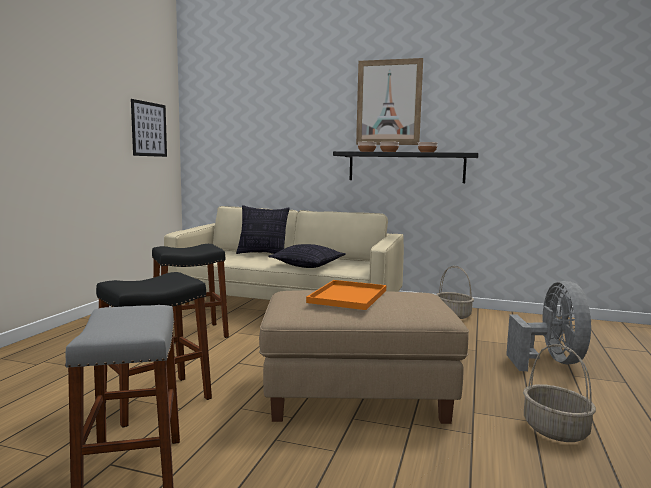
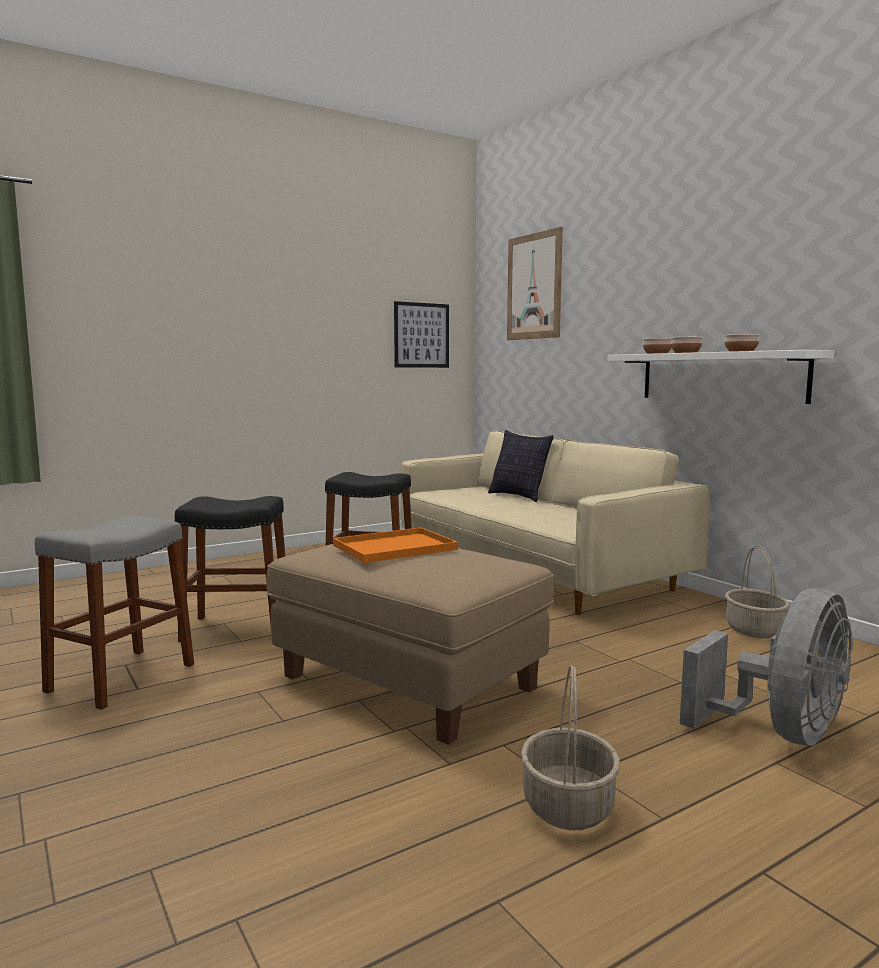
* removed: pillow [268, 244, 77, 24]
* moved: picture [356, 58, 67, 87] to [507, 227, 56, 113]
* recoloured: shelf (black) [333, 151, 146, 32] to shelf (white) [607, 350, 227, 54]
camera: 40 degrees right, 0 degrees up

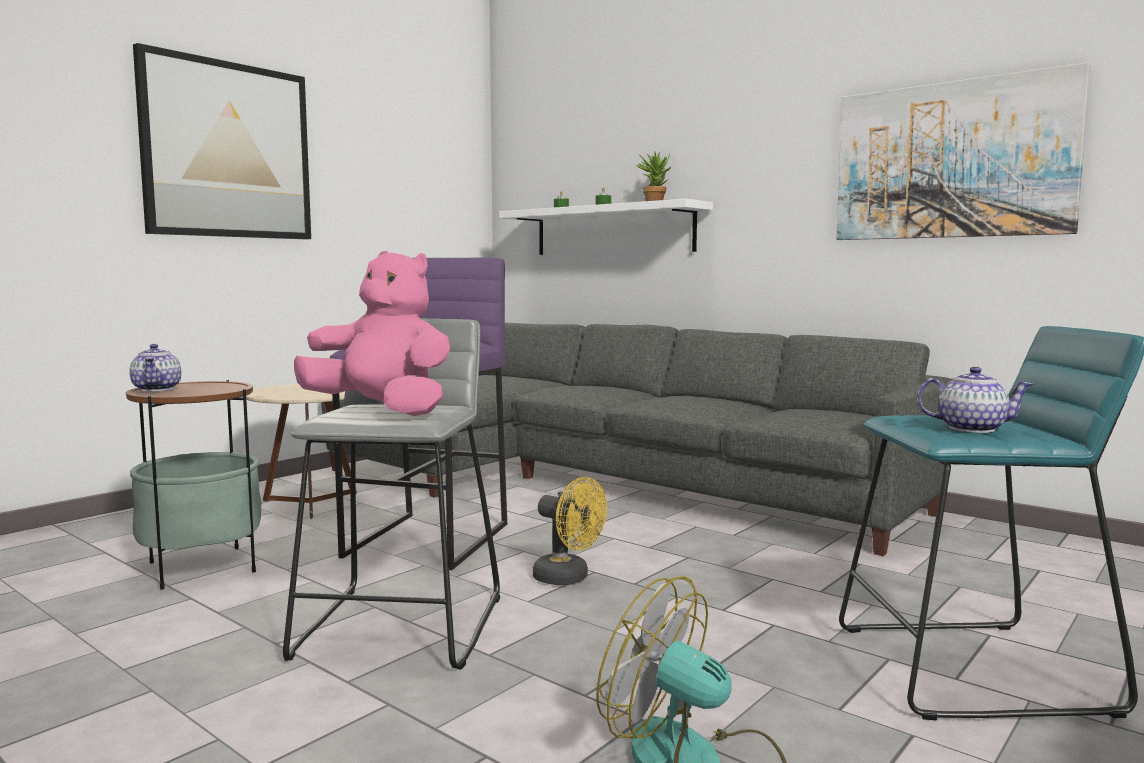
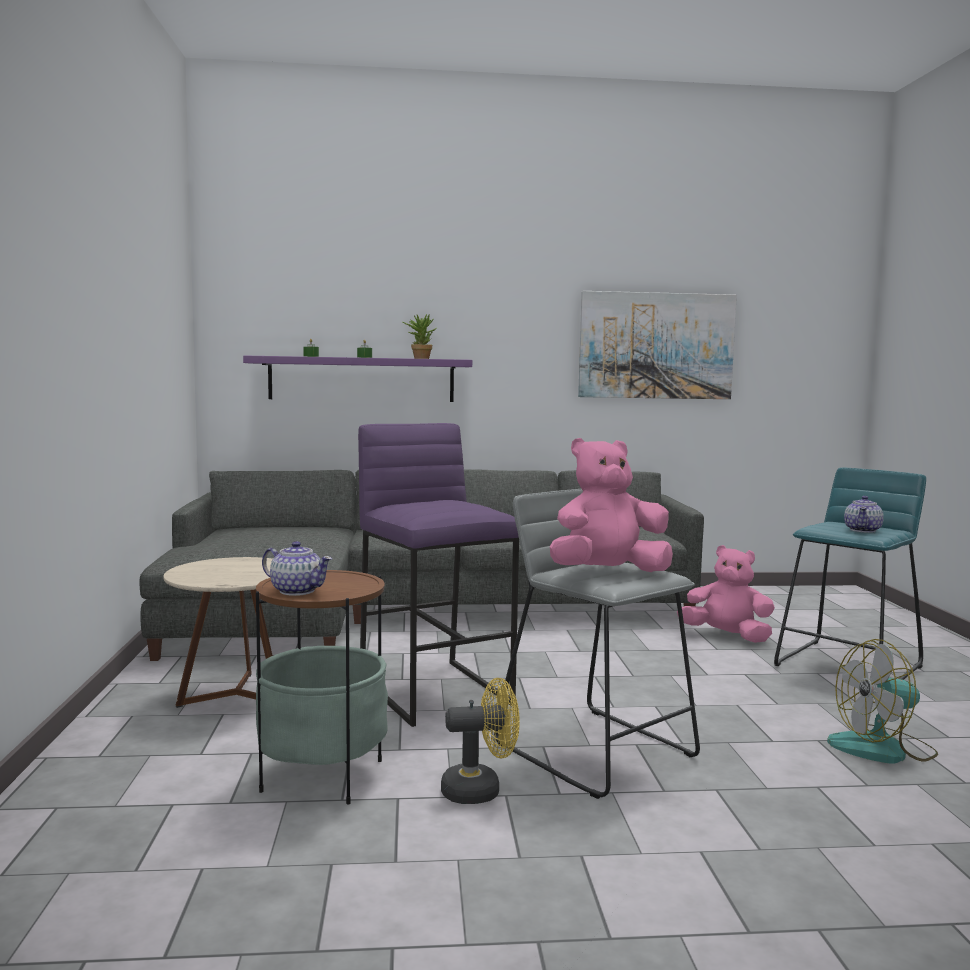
* removed: picture [133, 43, 178, 196]
* added: plush toy (pink) [677, 545, 98, 98]
* moved: fan (yellow) [533, 477, 74, 108] to [441, 678, 79, 126]
* recoloured: shelf (white) [499, 199, 214, 56] to shelf (purple) [243, 355, 229, 47]
* turned: teapot [917, 367, 117, 66] = [844, 496, 40, 37] 150 degrees clockwise
camera: 45 degrees left, 0 degrees up

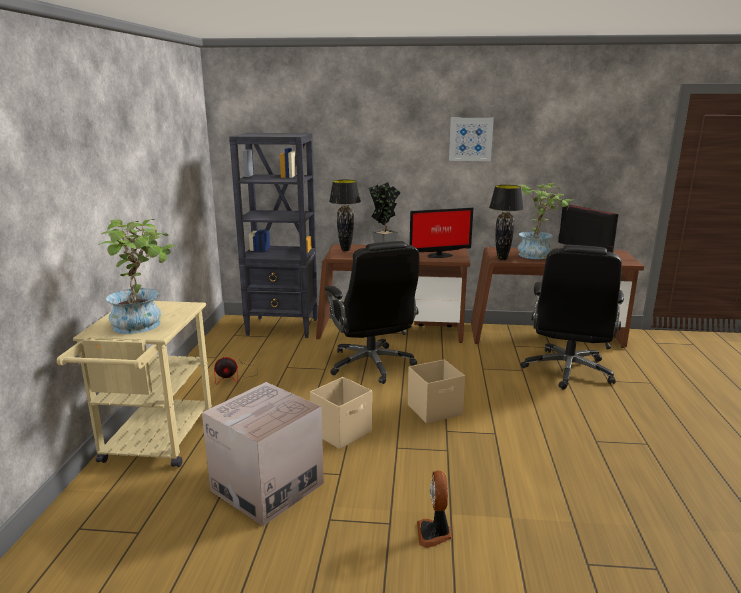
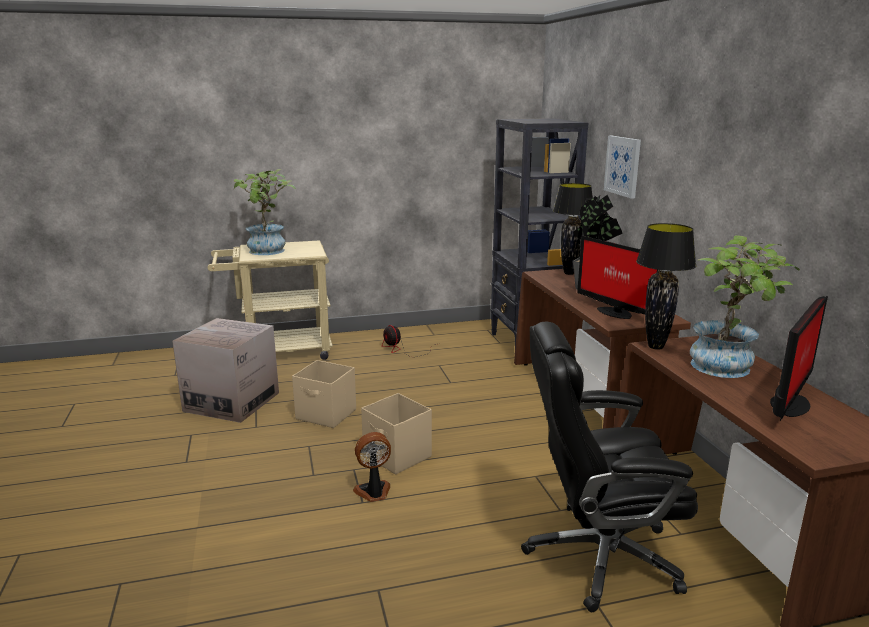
* removed: office chair (black) [325, 241, 94, 143]
* moved: fan [417, 470, 35, 78] to [353, 432, 38, 70]
* moved: picture [449, 118, 45, 43] to [604, 136, 37, 63]
camera: 70 degrees right, 0 degrees up

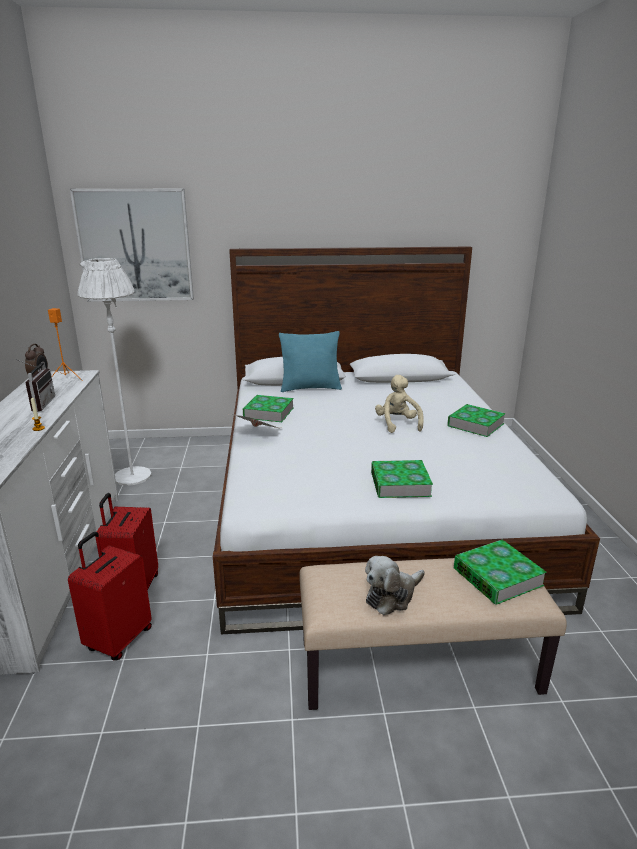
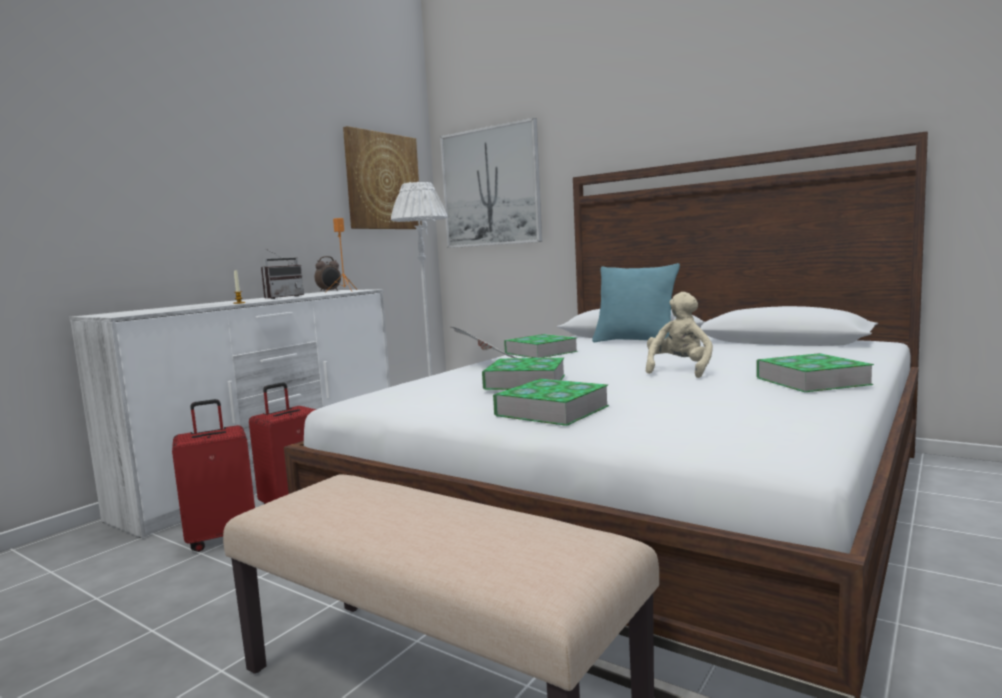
* removed: plush toy [365, 556, 59, 59]
* added: picture [343, 126, 79, 103]
* moved: book [454, 540, 93, 65] to [482, 357, 83, 33]
camera: 40 degrees right, 15 degrees down

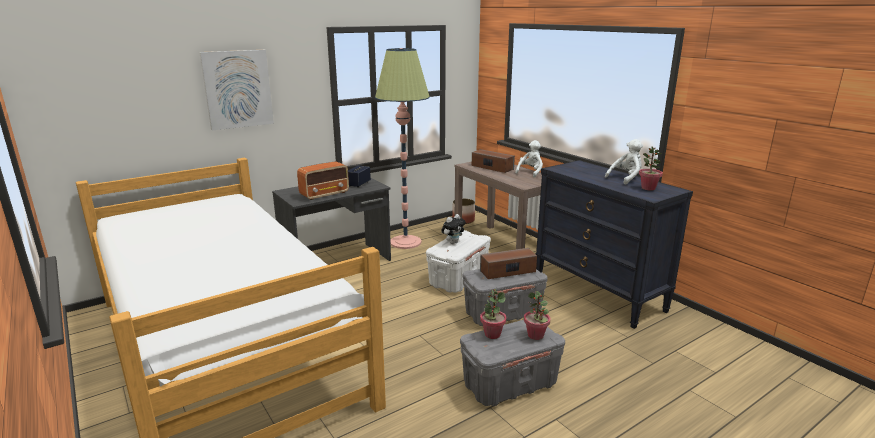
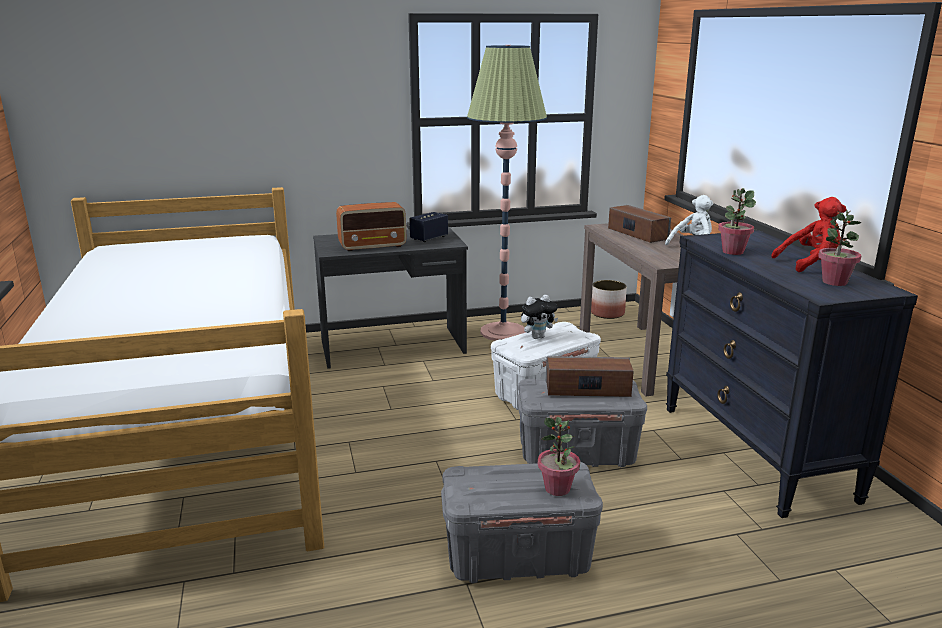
* removed: picture [199, 50, 75, 81]
* moved: potted plant [480, 289, 27, 50] to [718, 188, 38, 67]
* recoloured: plush toy (white) [605, 139, 38, 46] to plush toy (red) [771, 197, 75, 75]
camera: 20 degrees right, 0 degrees up

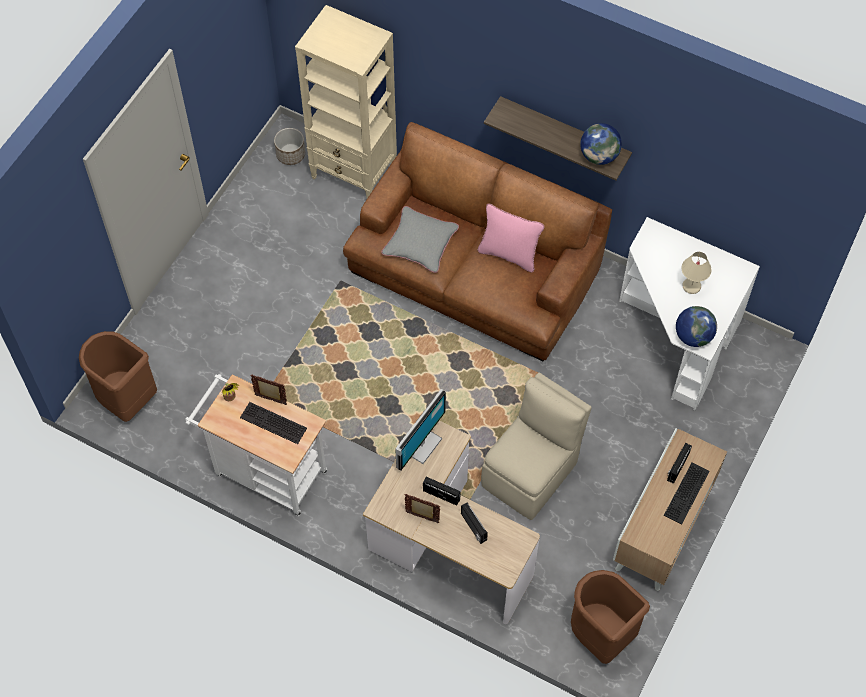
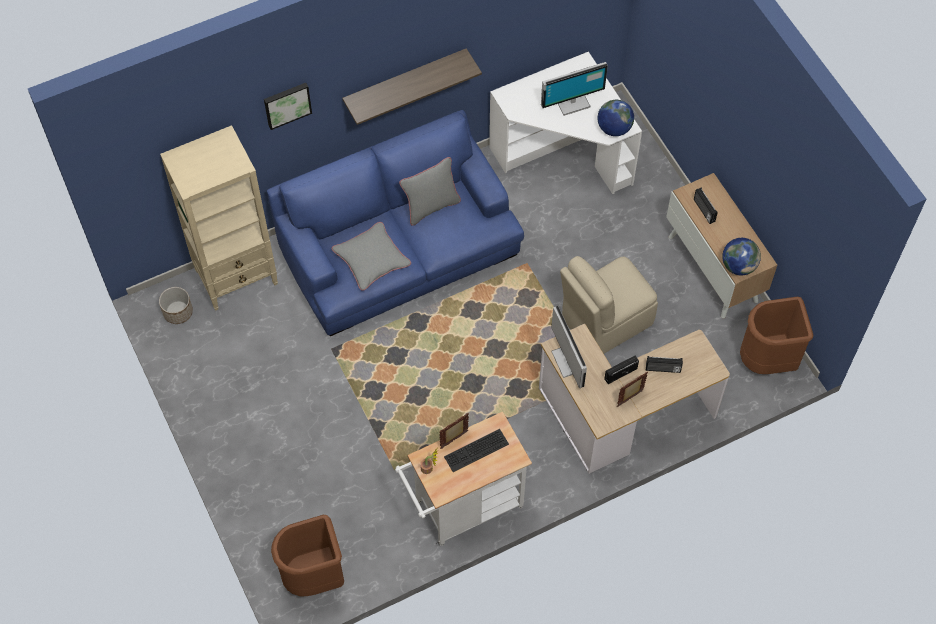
* removed: keyboard [664, 463, 46, 61]
* added: picture [264, 83, 48, 47]
* moved: globe [580, 123, 42, 42] to [722, 238, 39, 37]
* replaced: table lamp (beige) [682, 252, 30, 42] to monitor [541, 62, 67, 54]
* recoloured: sofa (brown) [343, 122, 269, 239] to sofa (blue) [267, 110, 257, 226]
* recoloured: pillow (pink) [477, 204, 67, 69] to pillow (grey) [399, 157, 62, 69]
* turned: chair (beige) [481, 372, 111, 148] = [560, 256, 98, 98] 105 degrees counterclockwise
camera: 55 degrees left, 0 degrees up

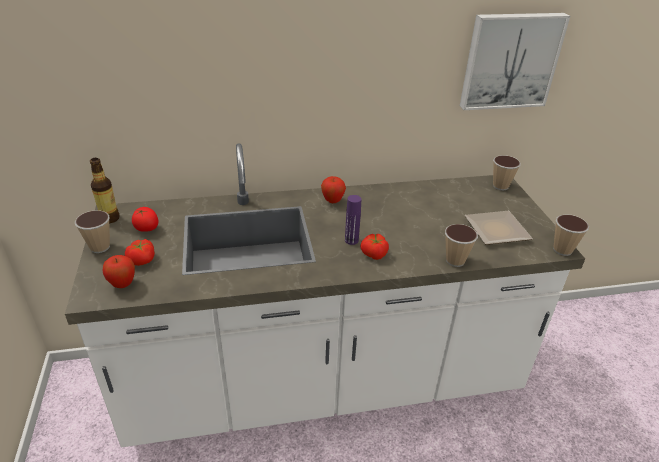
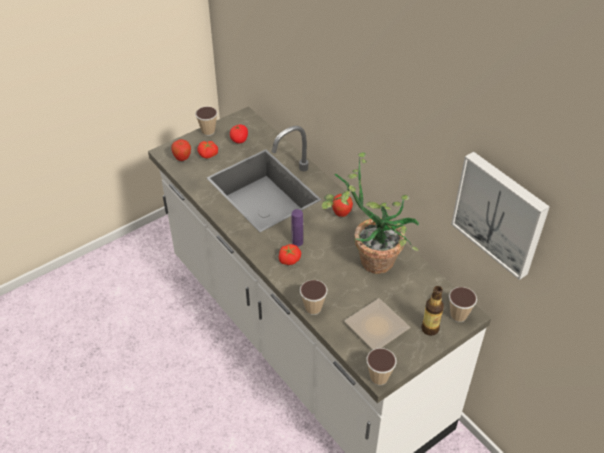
* added: potted plant [322, 152, 97, 122]
* moved: bottle [90, 158, 30, 66] to [421, 286, 23, 50]
camera: 65 degrees right, 10 degrees up

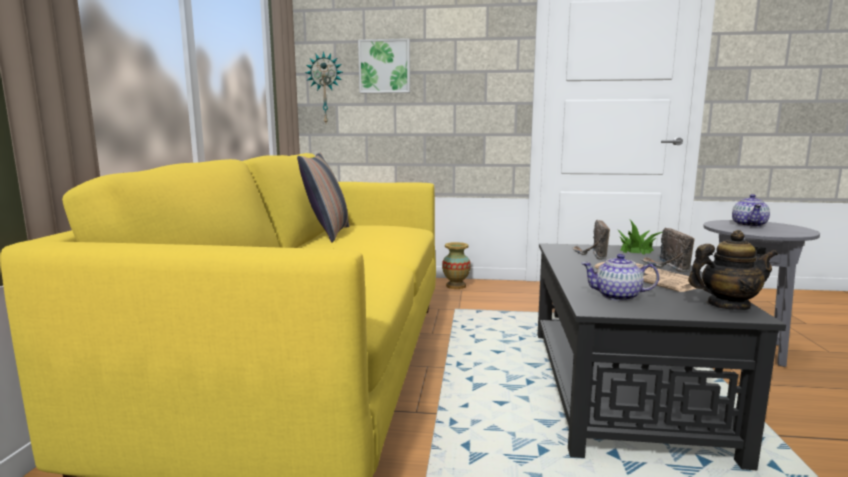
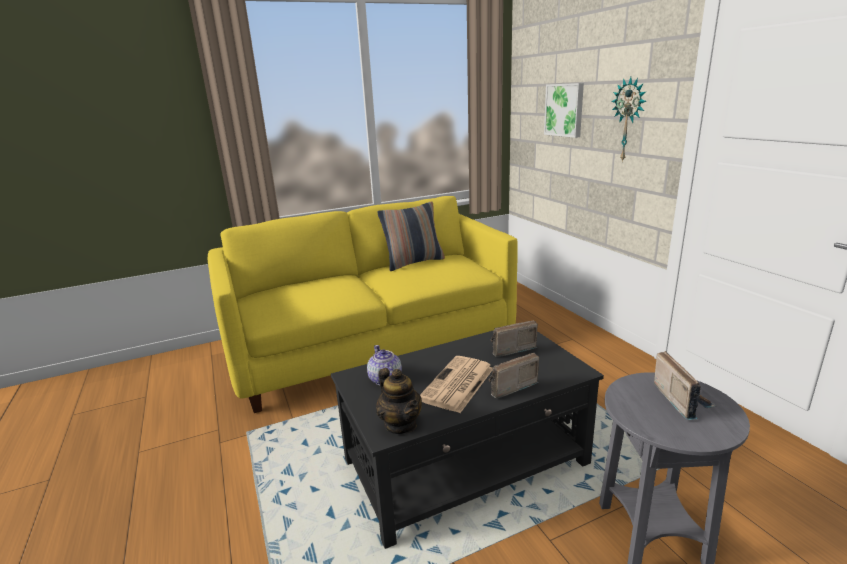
* removed: vase [442, 242, 29, 47]
* removed: potted plant [617, 220, 45, 34]
* moved: wall clock [305, 51, 38, 72] to [612, 77, 35, 85]
* replaced: teapot [732, 194, 38, 33] to radio [654, 351, 62, 69]
camera: 60 degrees right, 10 degrees up

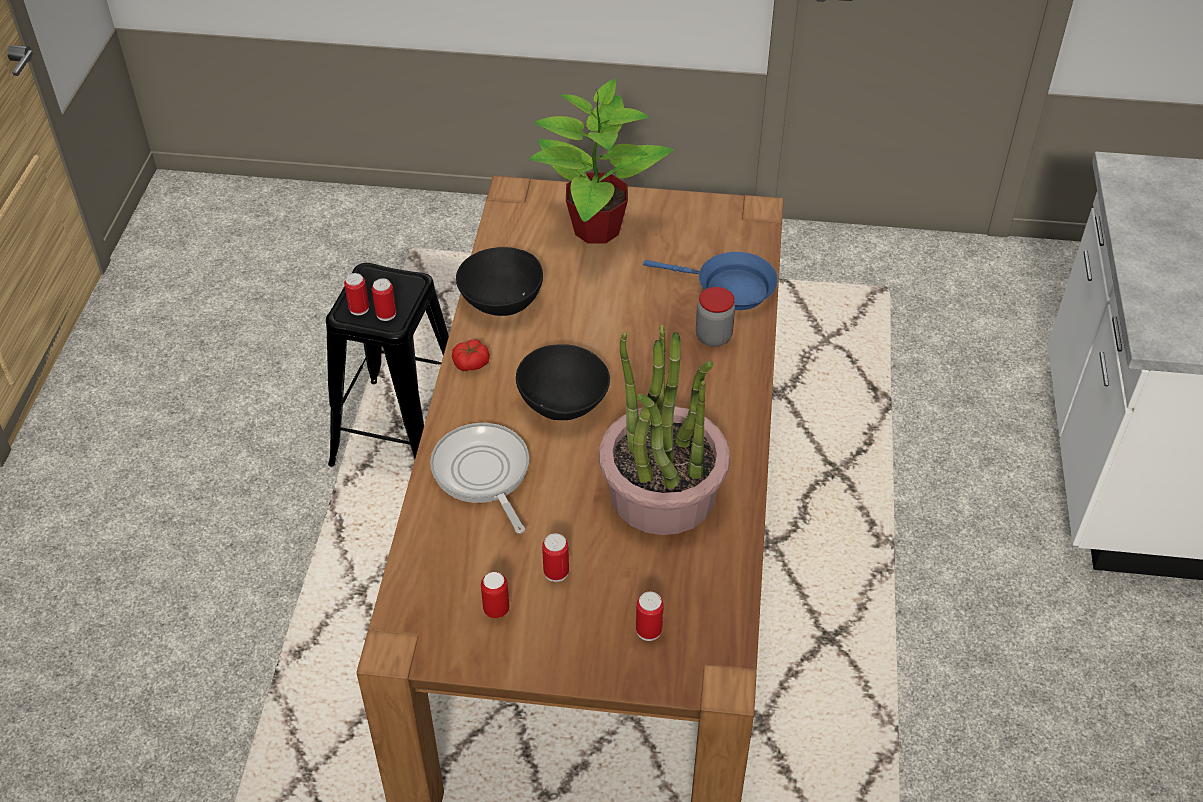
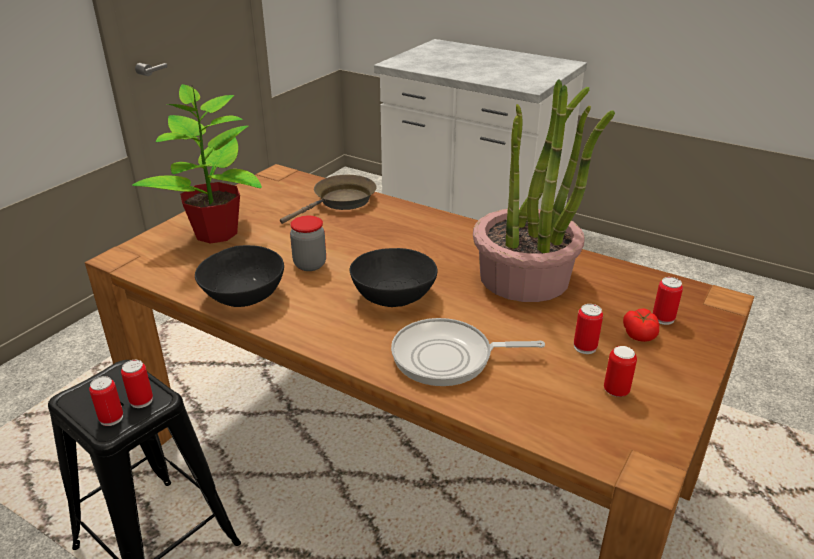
* moved: tomato [452, 339, 38, 32] to [623, 309, 36, 33]
* moved: jar [696, 287, 39, 60] to [290, 216, 36, 55]
* recoloured: frying pan (blue) [643, 252, 135, 58] to frying pan (brown) [280, 175, 97, 49]
camera: 65 degrees left, 15 degrees down

